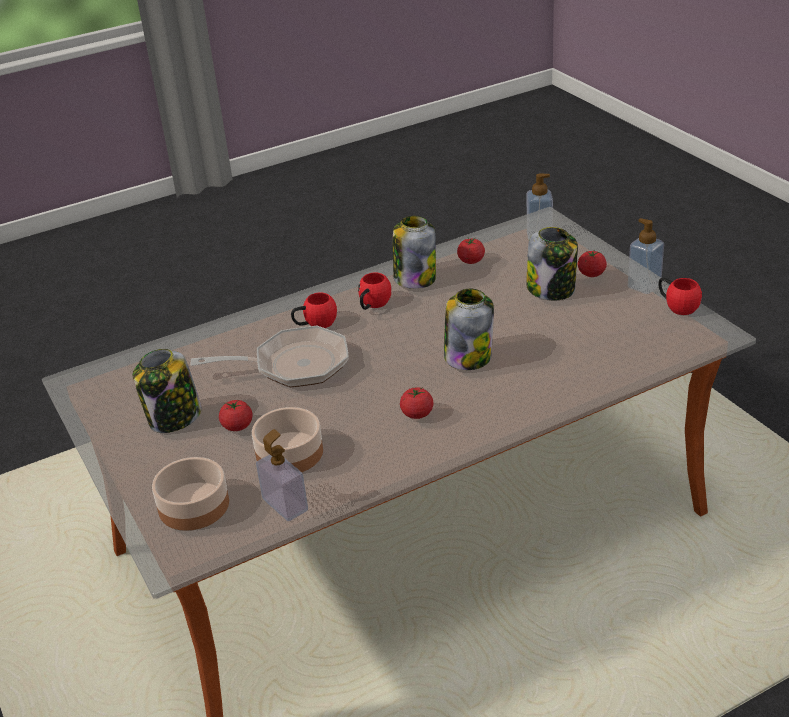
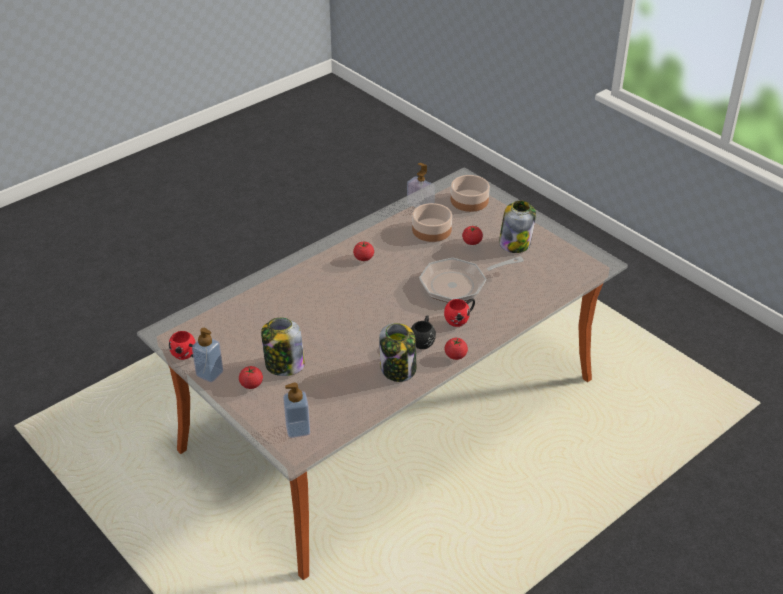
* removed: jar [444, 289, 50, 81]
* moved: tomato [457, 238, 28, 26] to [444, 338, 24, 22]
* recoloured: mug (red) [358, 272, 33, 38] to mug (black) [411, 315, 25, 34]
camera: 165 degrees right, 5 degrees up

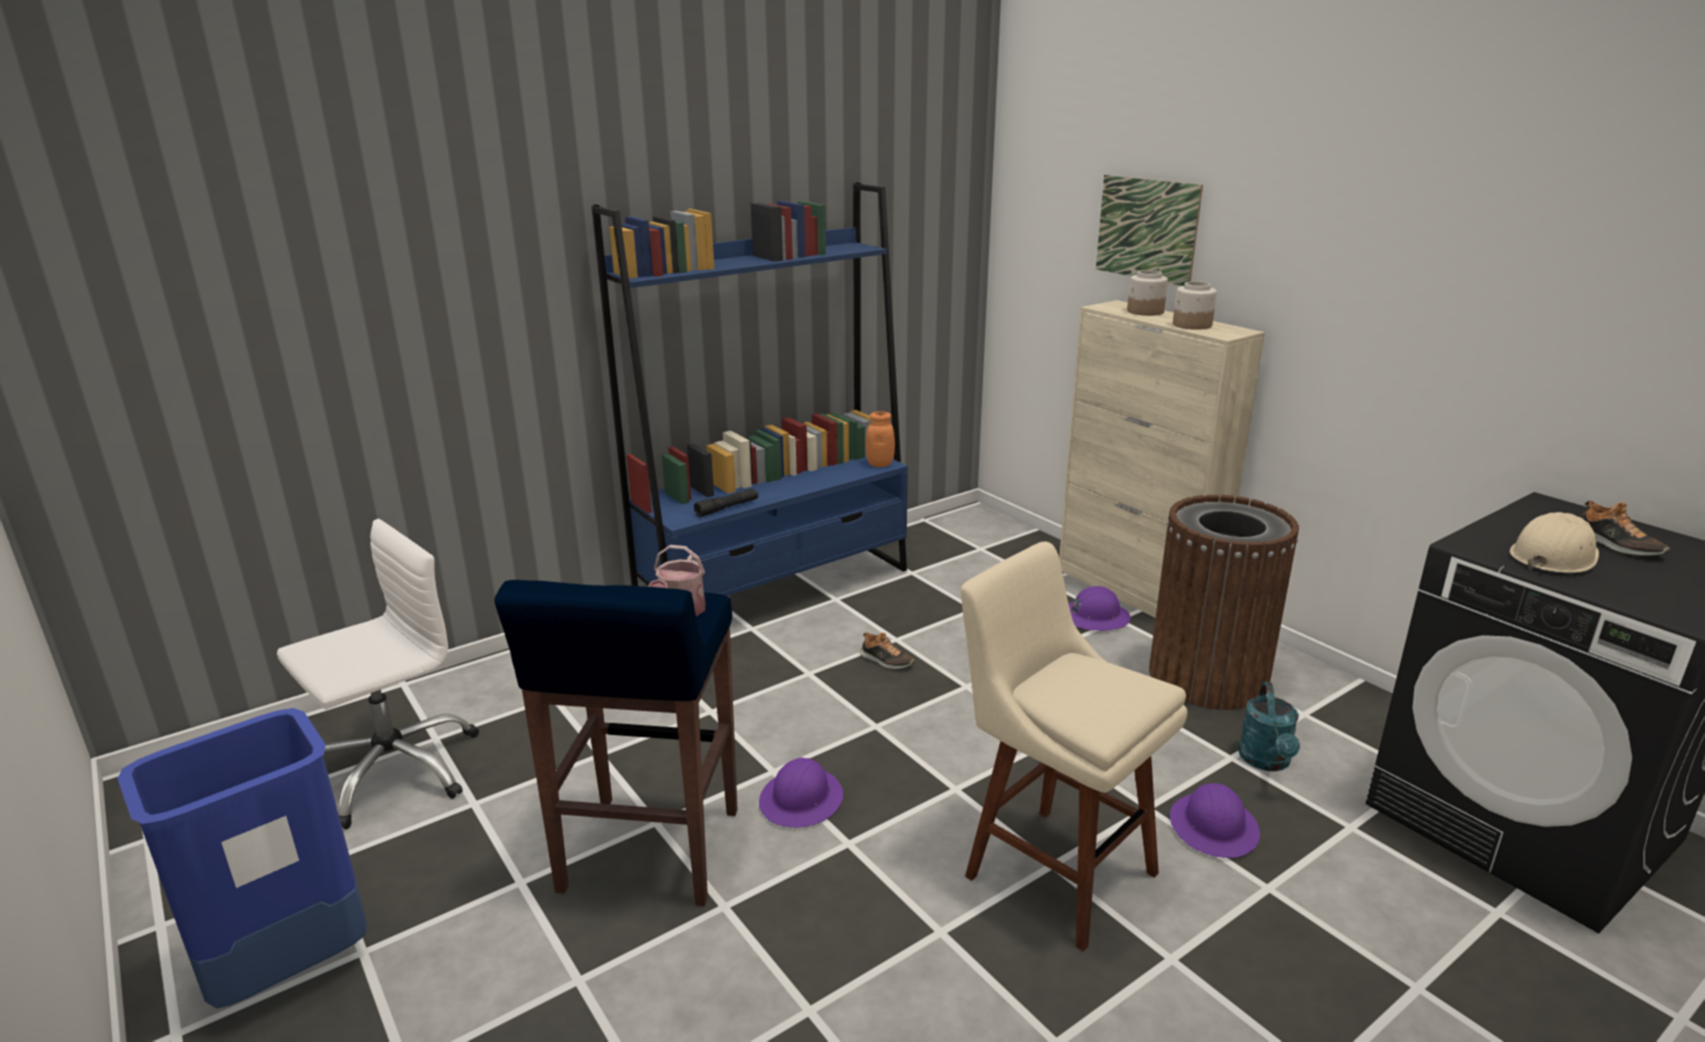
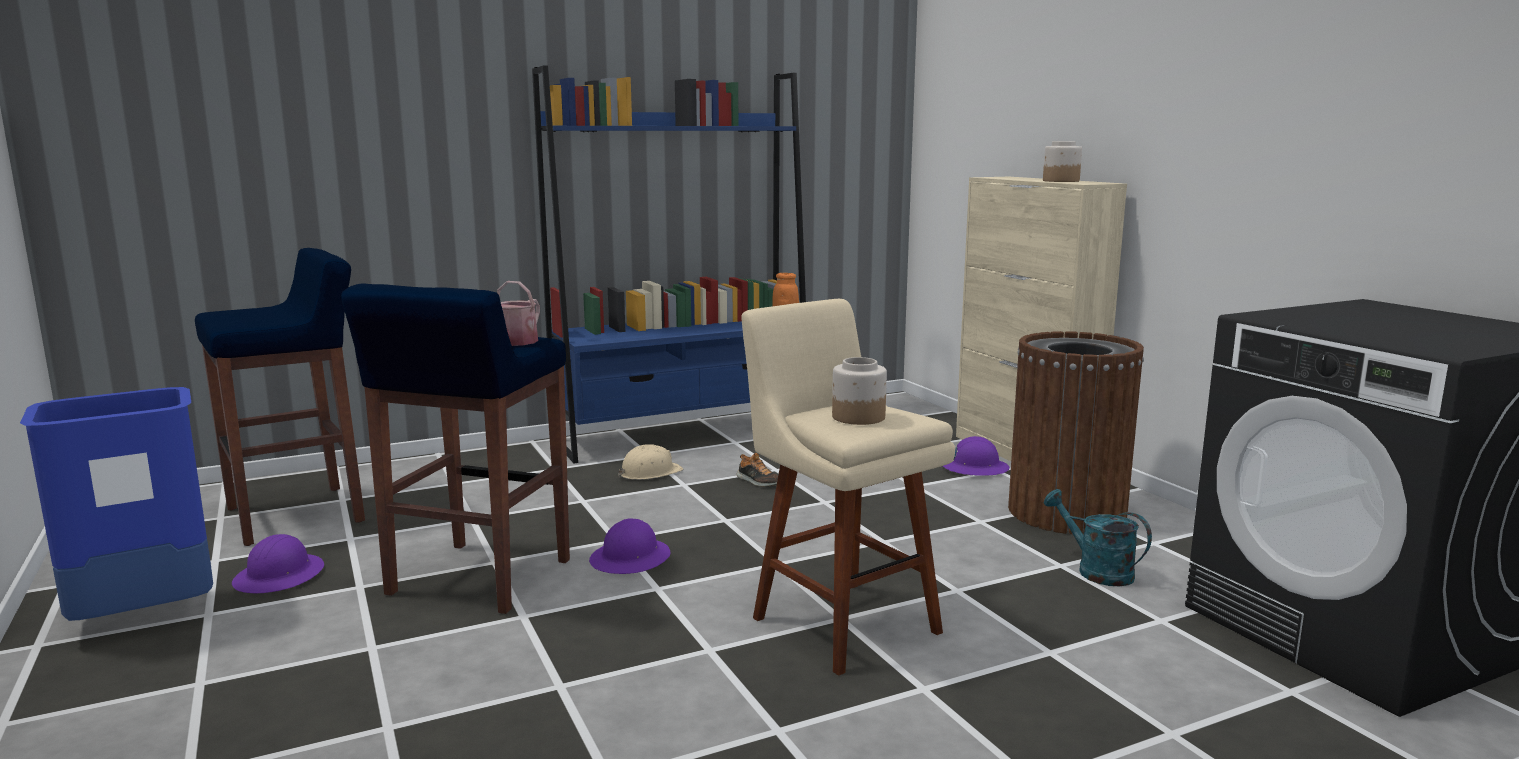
* removed: flashlight (black) [694, 488, 64, 29]
* removed: picture [1096, 175, 107, 111]
* removed: shoe [1580, 500, 90, 56]
* moved: jar [1127, 270, 41, 46] to [832, 357, 55, 68]
* moved: hard hat (purple) [1170, 783, 90, 75] to [232, 534, 92, 59]
* moved: hard hat (beige) [1510, 512, 89, 61] to [618, 444, 65, 36]
* replaced: office chair (white) [277, 519, 202, 310] to stool (blue) [195, 248, 170, 298]
* turned: watering can (turquoise) [1238, 682, 62, 89] = [1044, 489, 108, 97] 120 degrees clockwise
camera: 10 degrees right, 10 degrees down

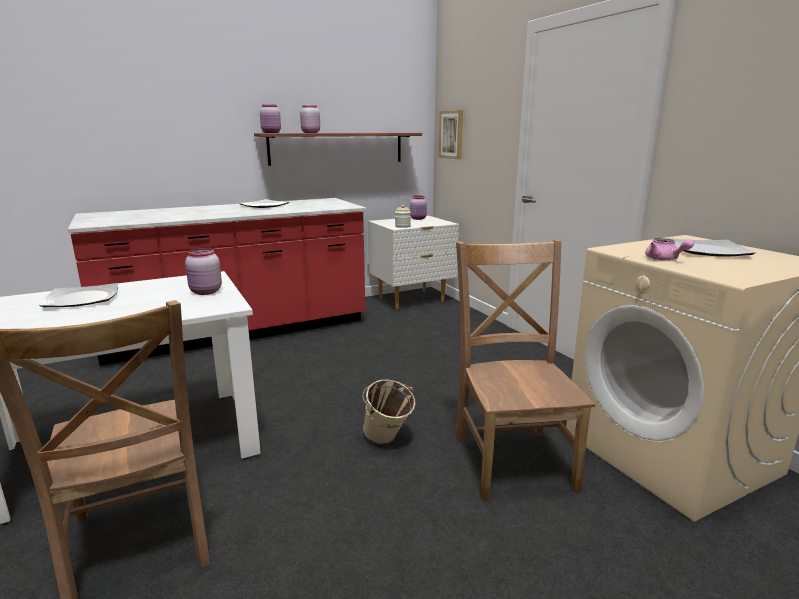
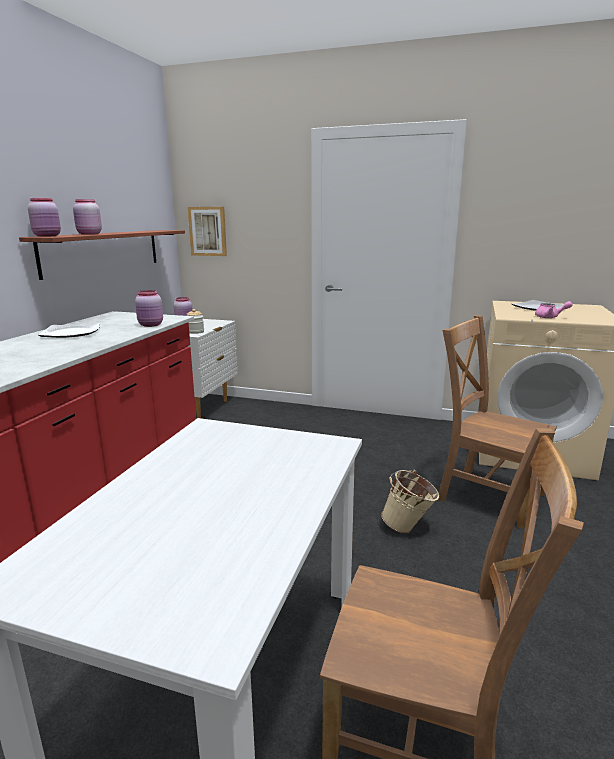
* removed: plate [39, 283, 79, 24]
* moved: jar (pink) [185, 248, 37, 47] to [135, 290, 28, 37]
camera: 45 degrees left, 0 degrees up

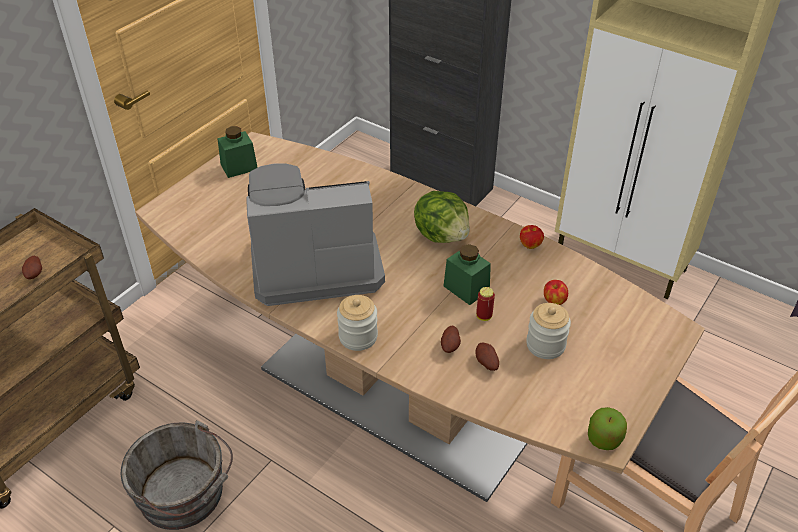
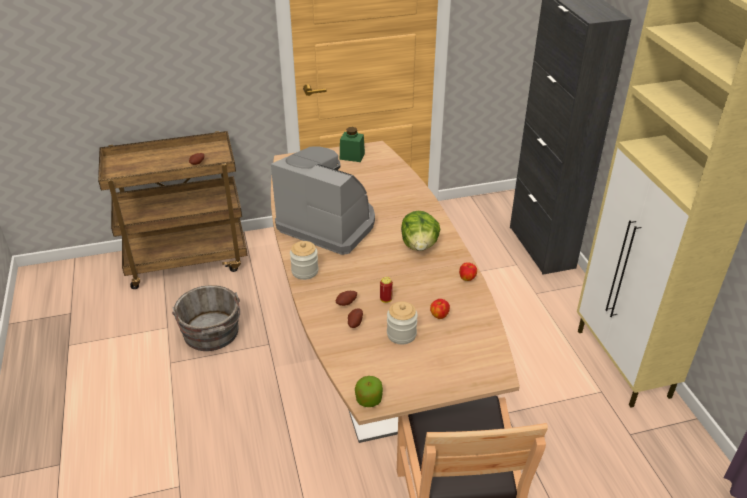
* removed: jar (green) [444, 244, 47, 61]
camera: 40 degrees right, 5 degrees down

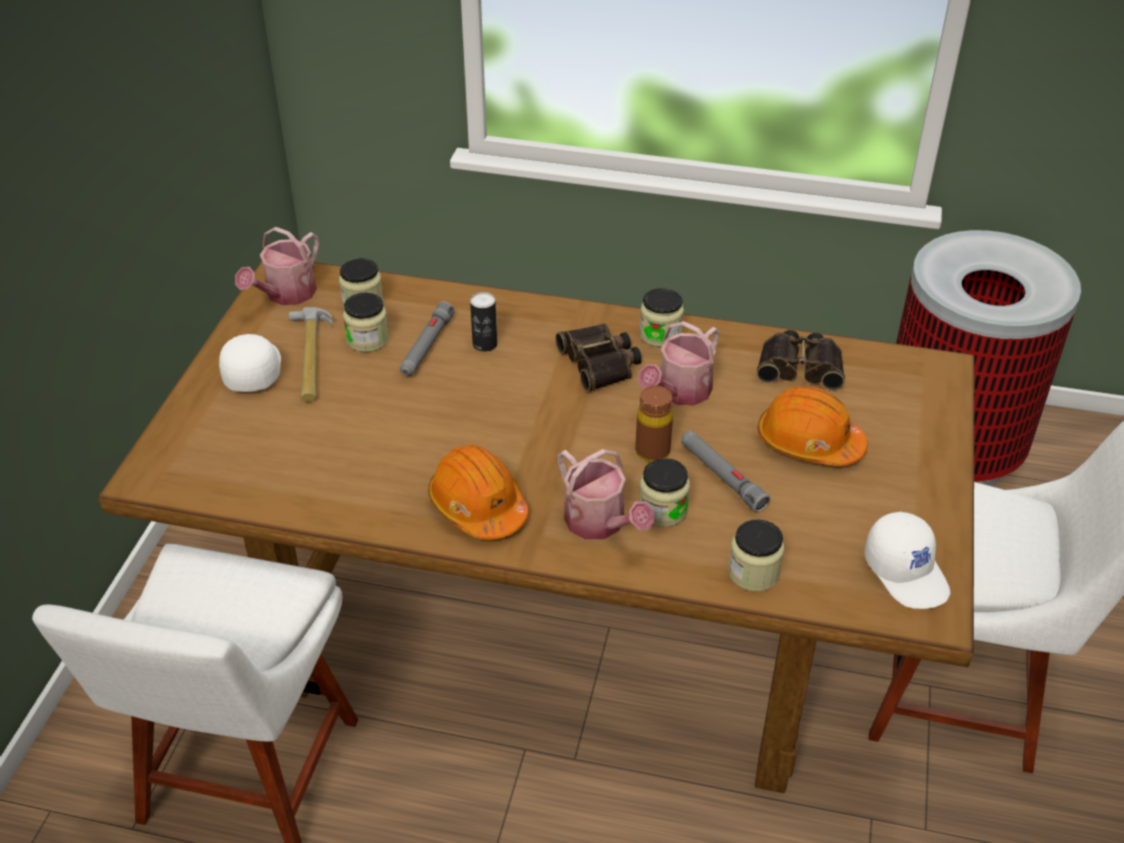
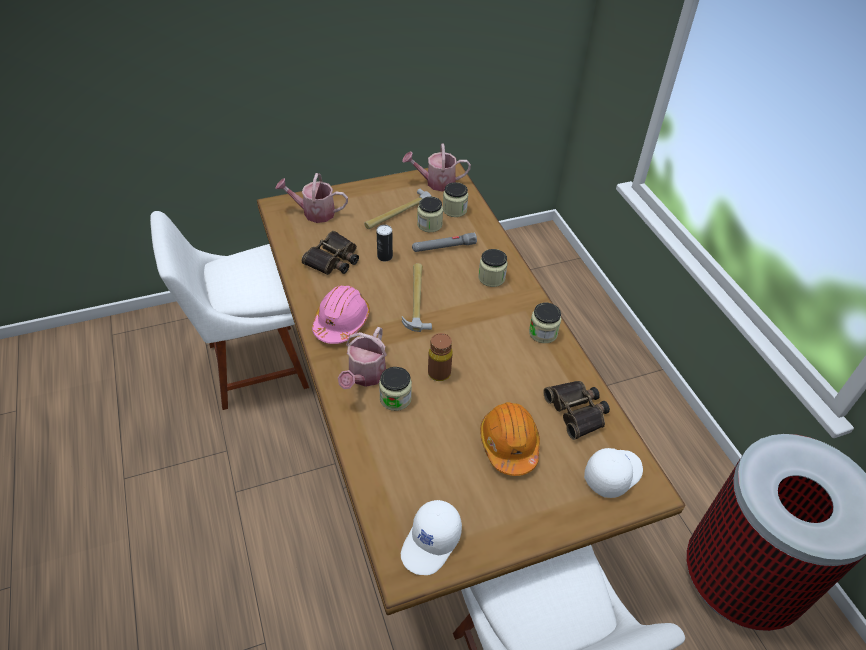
* removed: flashlight (grey) [681, 431, 89, 81]
* added: hammer [402, 263, 30, 69]
* moved: cap (white) [219, 334, 62, 58] to [584, 448, 59, 50]
* moved: can [470, 292, 27, 60] to [376, 225, 17, 36]
* moved: binoculars [556, 323, 86, 69] to [302, 231, 57, 44]
* moved: watering can [638, 321, 82, 84] to [275, 173, 73, 50]
* moved: jar [728, 519, 56, 73] to [478, 249, 30, 38]
* recoloured: hard hat (orange) [428, 445, 101, 95] to hard hat (pink) [312, 285, 58, 59]
camera: 55 degrees right, 5 degrees up

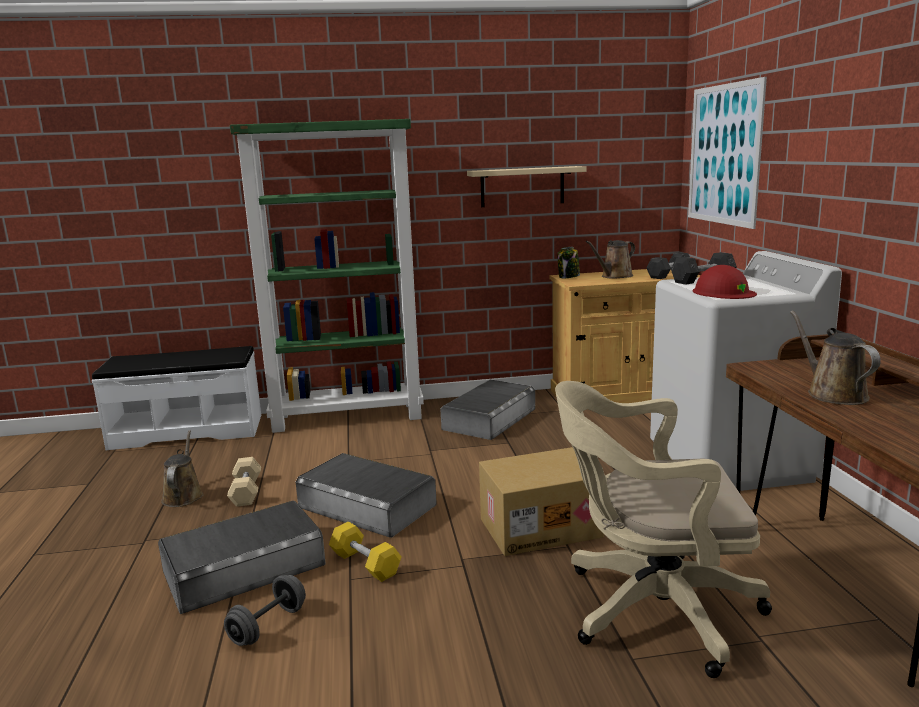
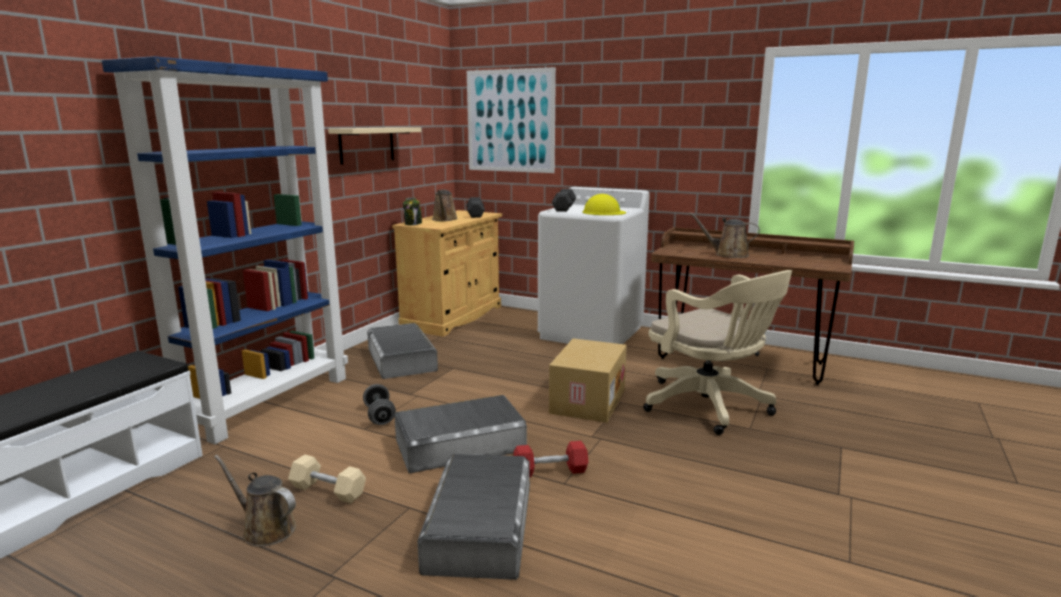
* moved: dumbbell (grey) [224, 575, 82, 71] to [363, 384, 33, 41]
* recoloured: bookcase (green) [230, 119, 194, 314] to bookcase (blue) [102, 56, 246, 388]
* recoloured: dumbbell (yellow) [329, 522, 72, 60] to dumbbell (red) [513, 441, 75, 37]
* recoloured: hard hat (red) [693, 265, 64, 34] to hard hat (yellow) [582, 194, 44, 21]
* turned: office chair (beige) [555, 381, 217, 297] = [643, 270, 149, 165] 75 degrees counterclockwise
camera: 55 degrees left, 0 degrees up

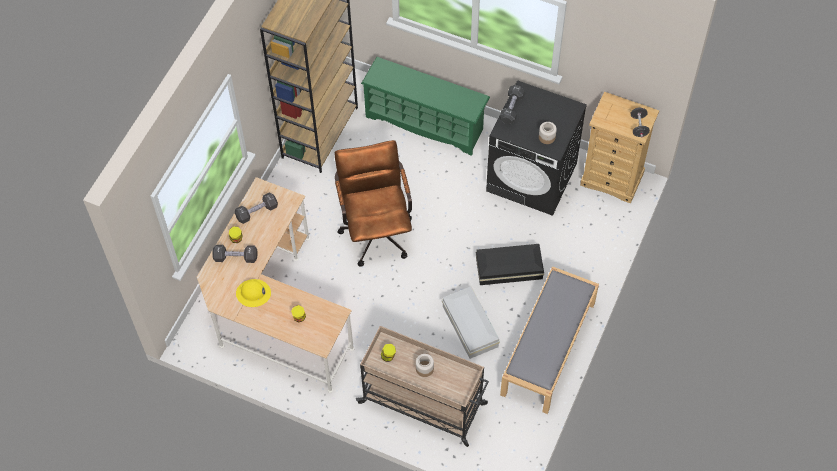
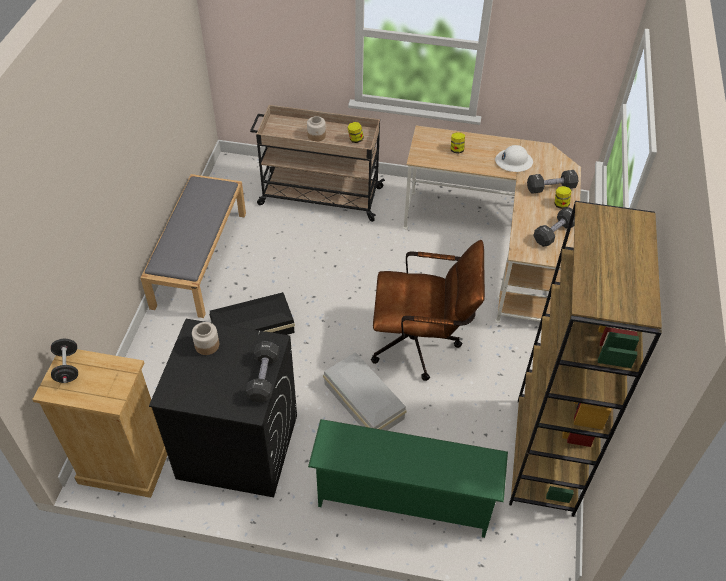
* moved: storage box (white) [442, 286, 58, 73] to [323, 352, 84, 79]
* recoloured: hard hat (yellow) [236, 279, 35, 28] to hard hat (white) [495, 145, 38, 27]
* turned: office chair (brown) [335, 140, 77, 127] = [371, 240, 114, 141] 60 degrees counterclockwise
camera: 165 degrees right, 10 degrees down

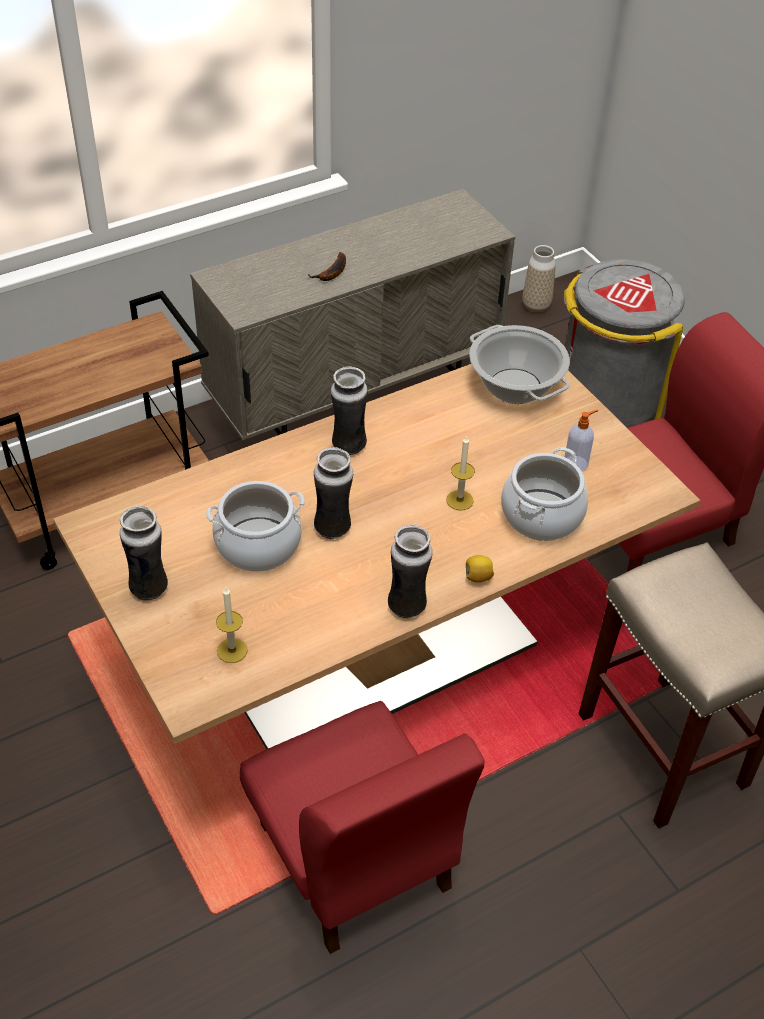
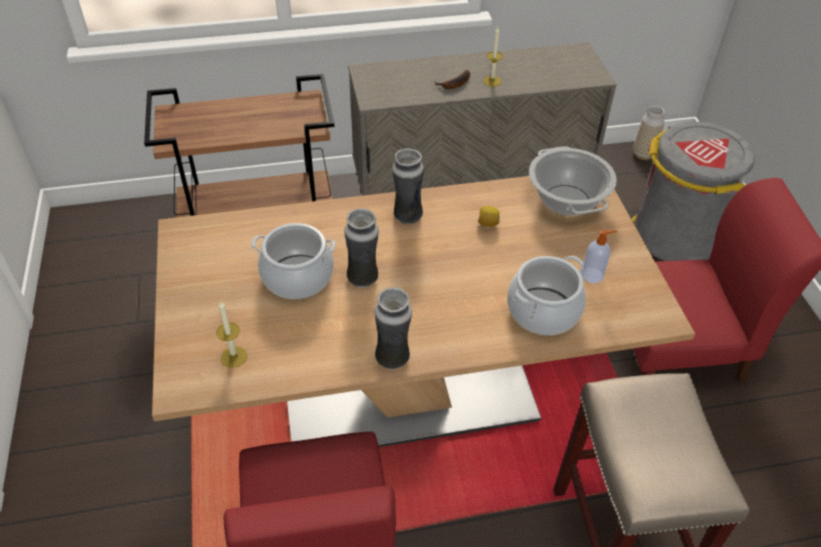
* removed: vase [120, 506, 48, 95]
* moved: candle [446, 435, 29, 75] to [483, 27, 20, 60]
* moved: lemon [466, 555, 28, 27] to [478, 206, 22, 21]
camera: 20 degrees right, 0 degrees up

